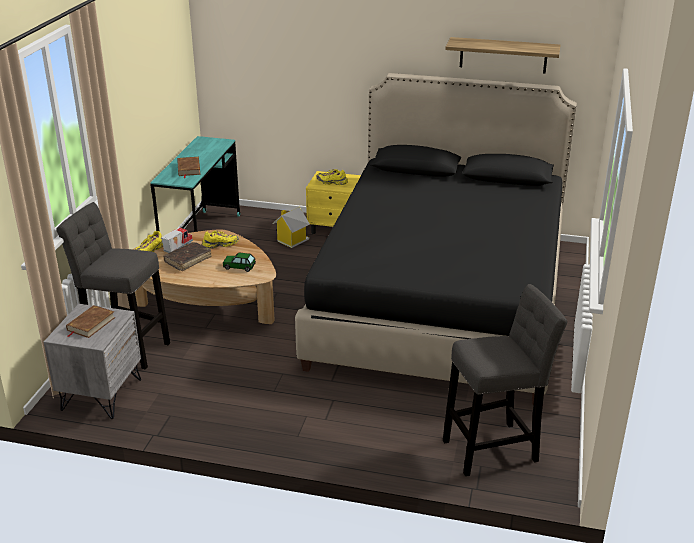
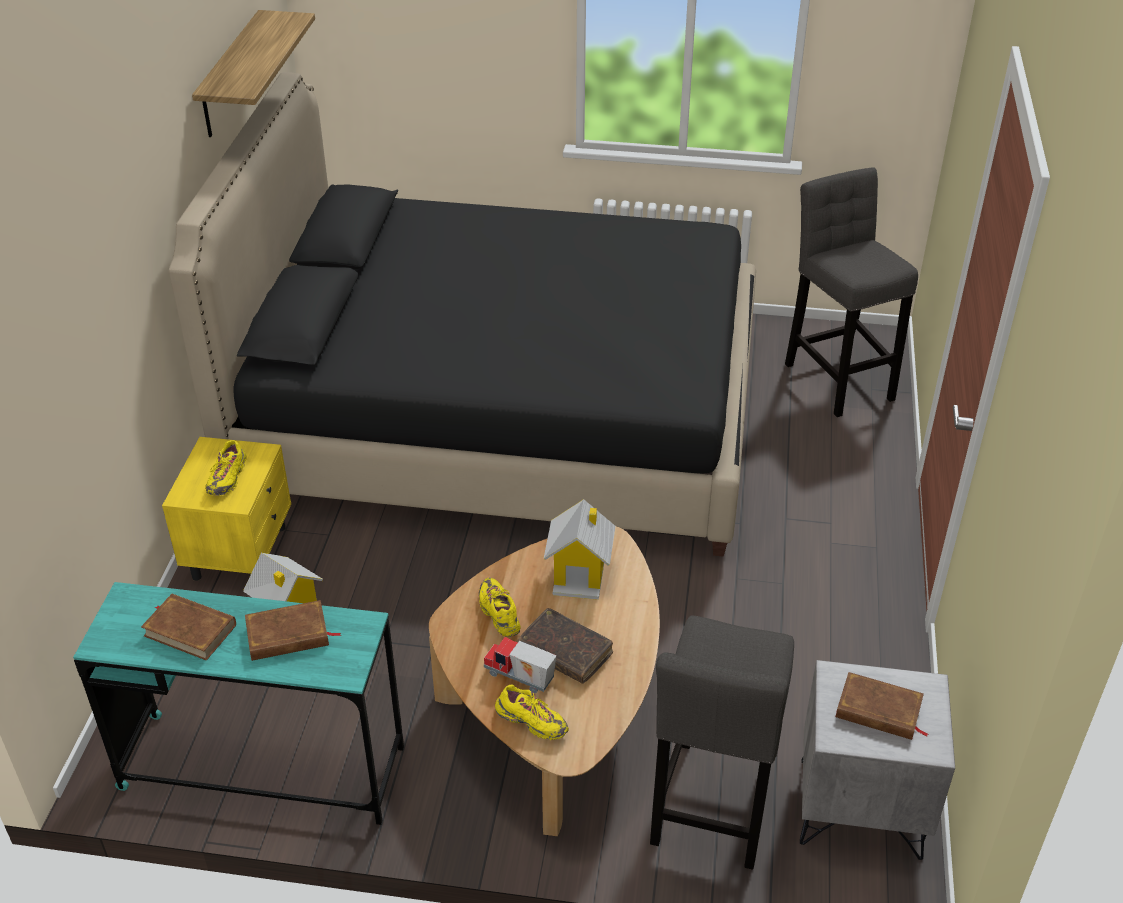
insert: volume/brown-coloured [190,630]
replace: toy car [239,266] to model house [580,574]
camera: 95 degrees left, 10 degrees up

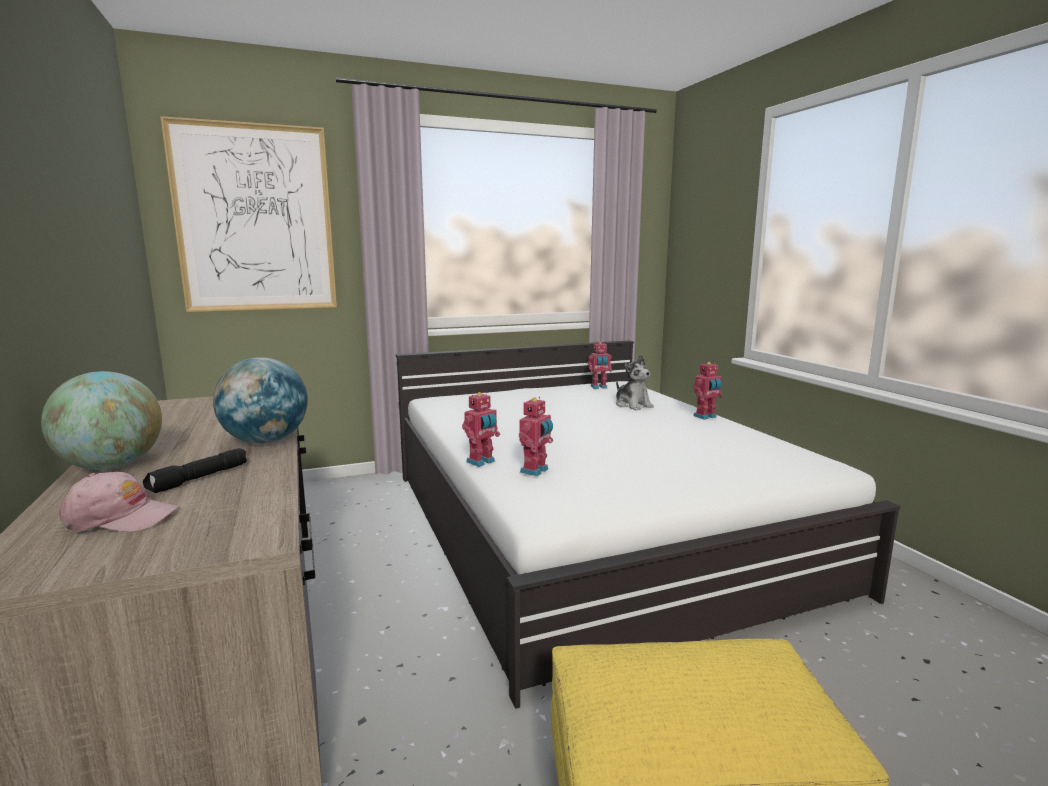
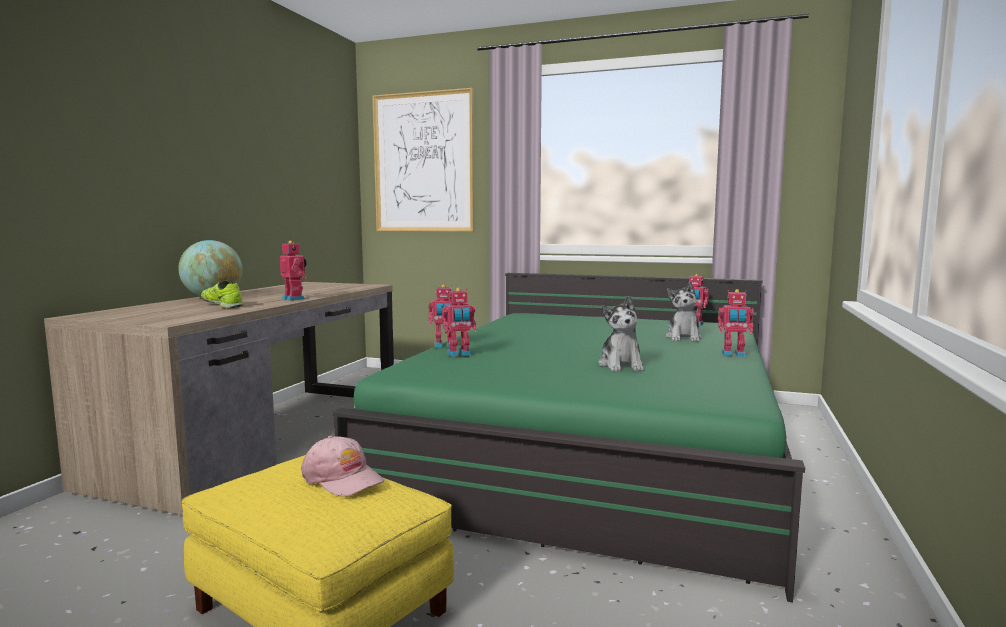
insert: plush toy [621,365]
move: peaked cap/pink-coloured [121,517] to [343,478]
replace: torch/black-coloured [199,479] to item of footwear [222,305]; globe [265,441] to toy robot [294,299]
recolor: sleeping bed/white [591,526] to sleeping bed/green-coloured [594,450]
camera: 40 degrees right, 5 degrees down

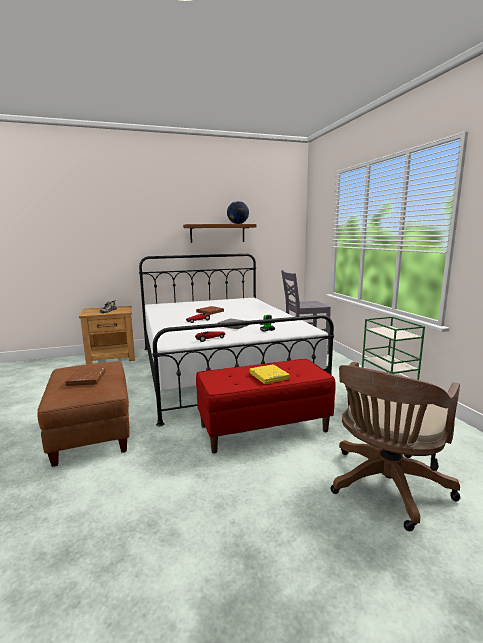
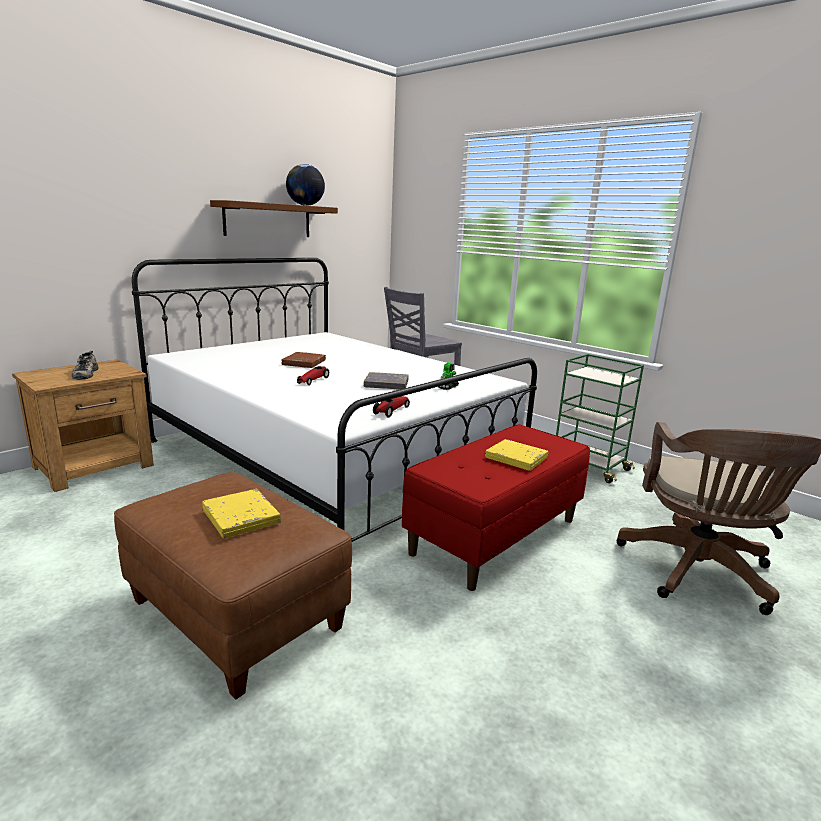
recolor: volume/brown-coloured [86,379] to volume/yellowish [241,517]
camera: 30 degrees left, 5 degrees up

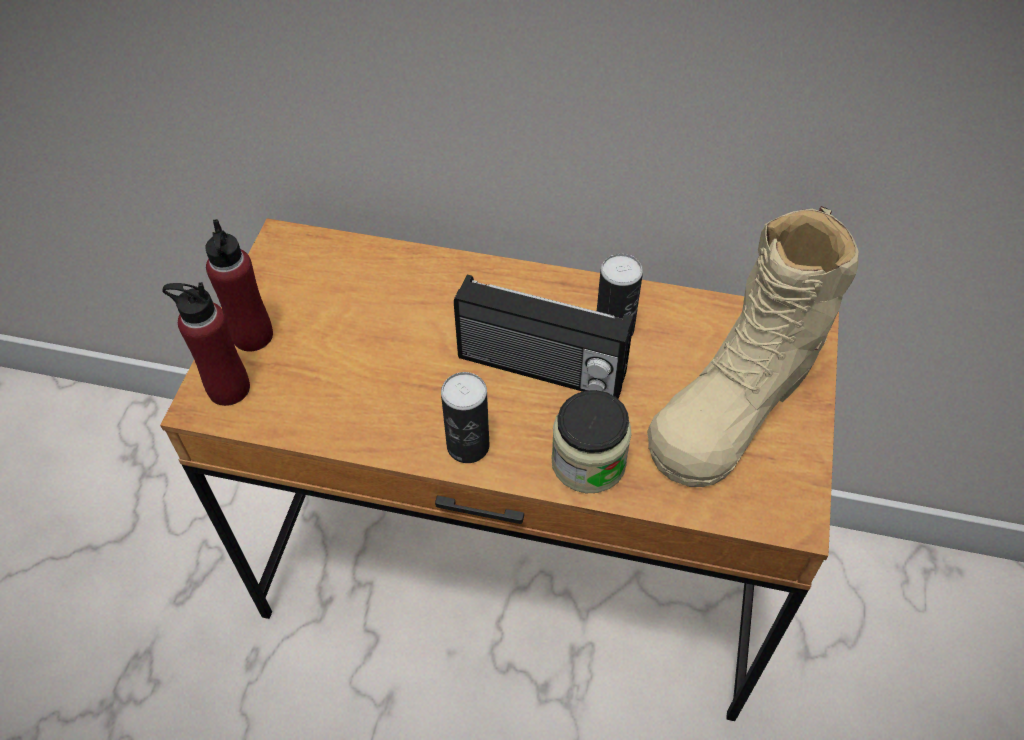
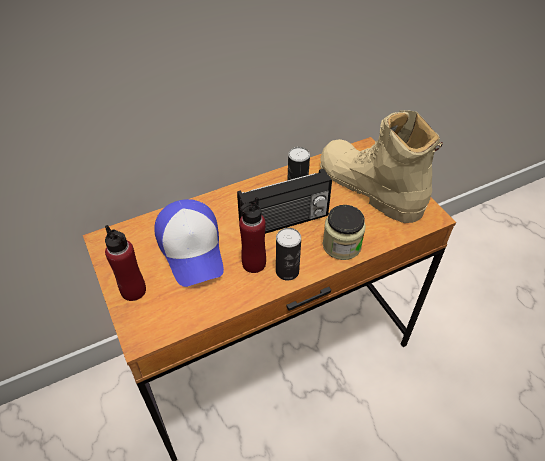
insert: peaked cap [192,248]
move: drink bottle/red-coloured [228,388] to [253,263]
rotate: high-top boot/beige-coloured [736,400] = [369,188] 135 degrees clockwise
camera: 40 degrees left, 5 degrees down

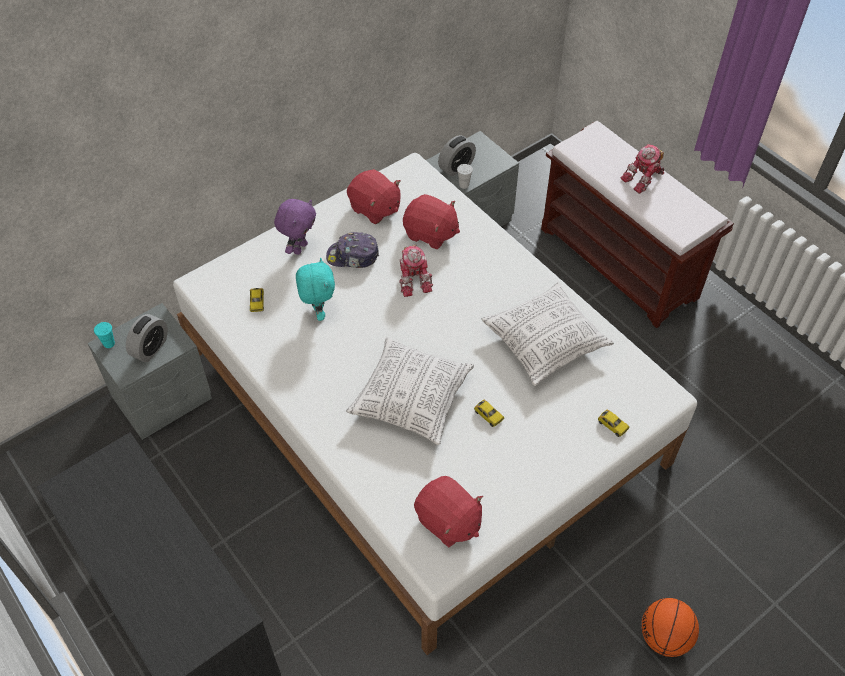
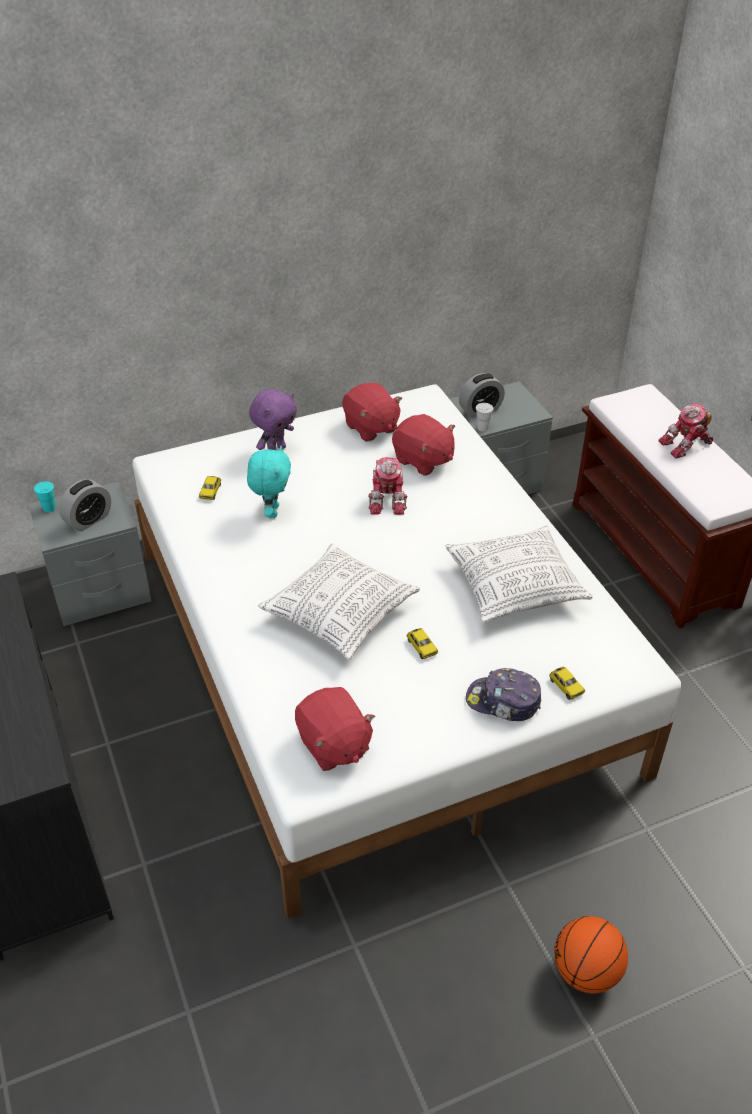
move: peaked cap [353,256] to [503,702]
camera: 15 degrees right, 10 degrees down

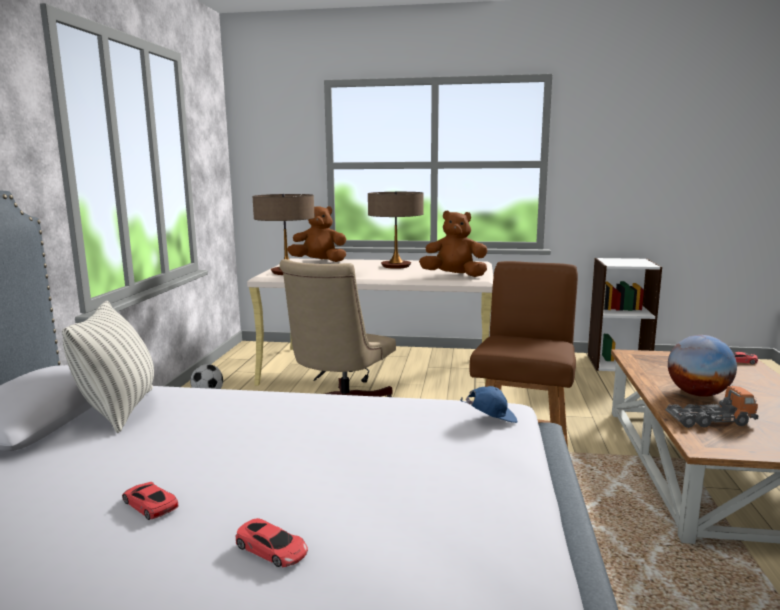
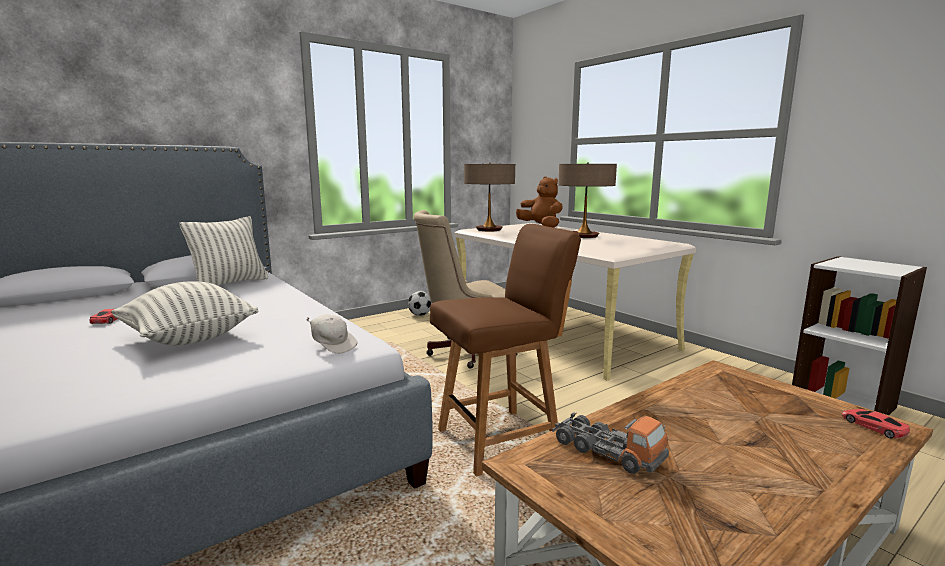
delete: toy car/red-coloured [272,549]; plush toy/brown-coloured [454,276]; globe [697,394]
insert: throw pillow [189,338]
recolor: peaked cap/blue [490,419] to peaked cap/white [333,346]
camera: 45 degrees right, 0 degrees up

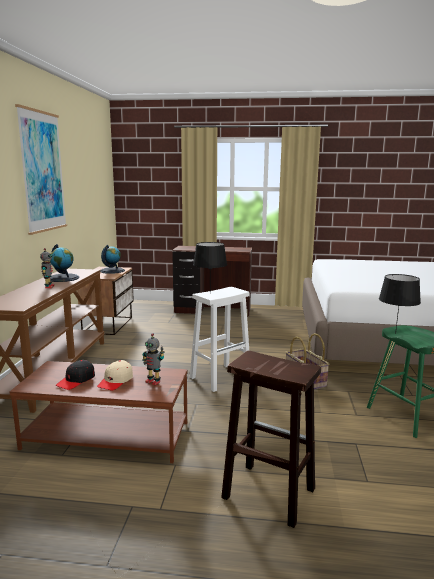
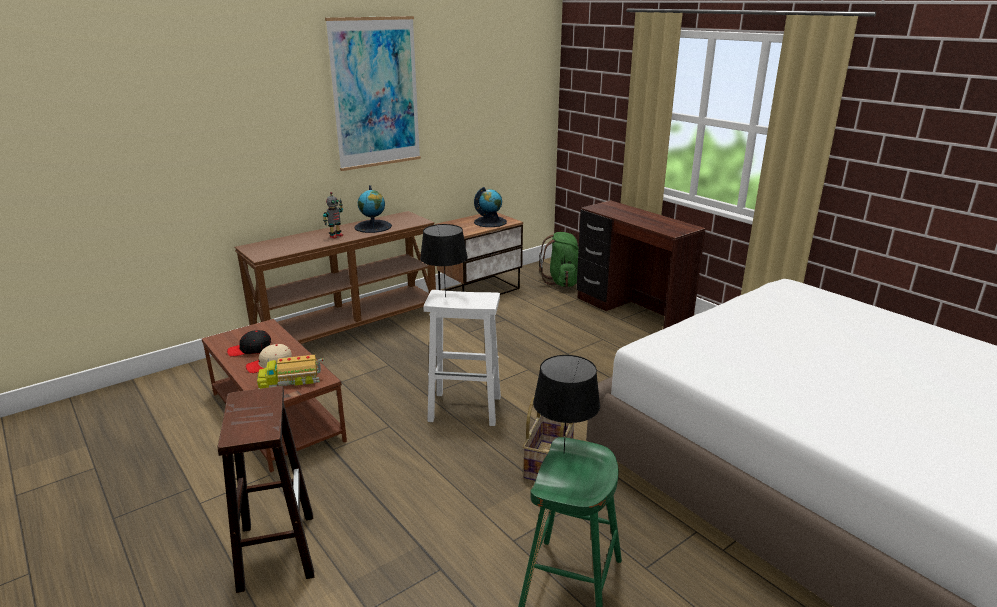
insert: rucksack/green-coloured [563,282]
replace: toy robot [153,381] to toy lorry [290,380]
camera: 45 degrees right, 10 degrees up

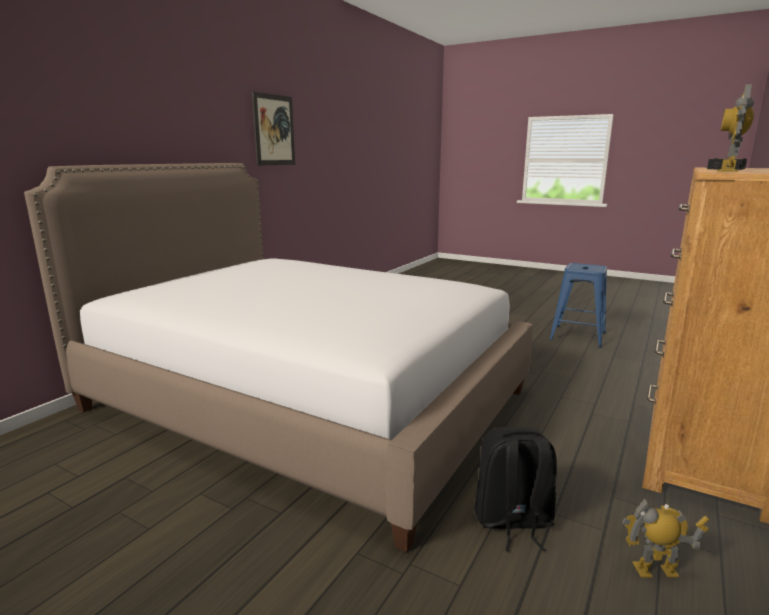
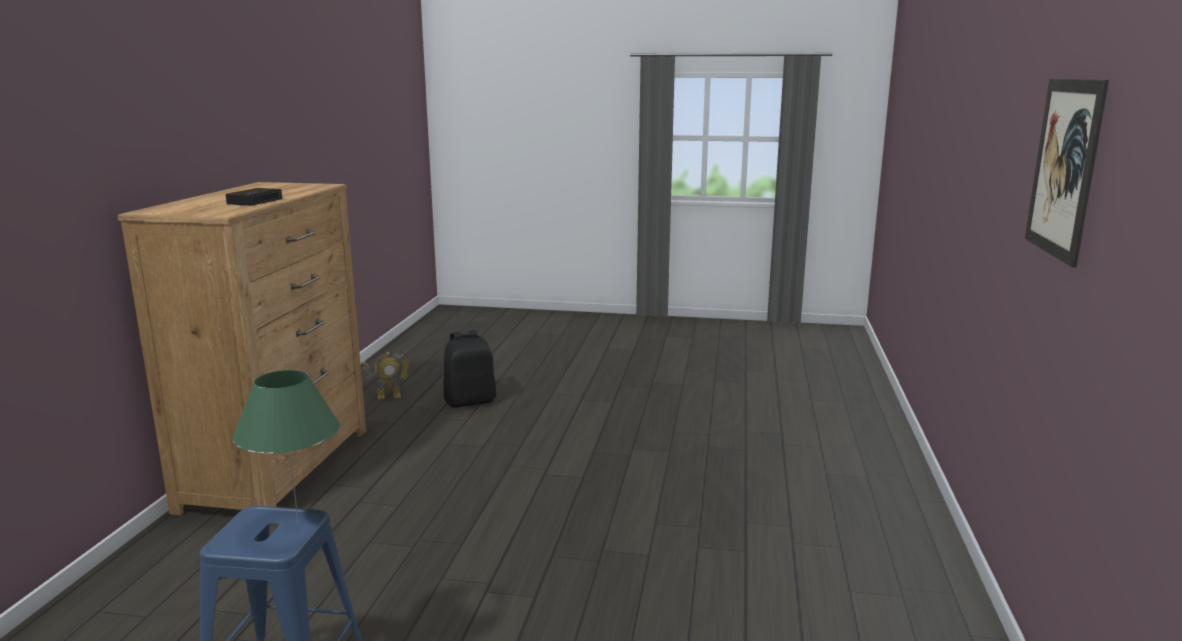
delete: sleeping bed [306,400]; toy robot [727,171]
insert: lamp for a table/green-coloured [297,522]
camera: 160 degrees right, 0 degrees up

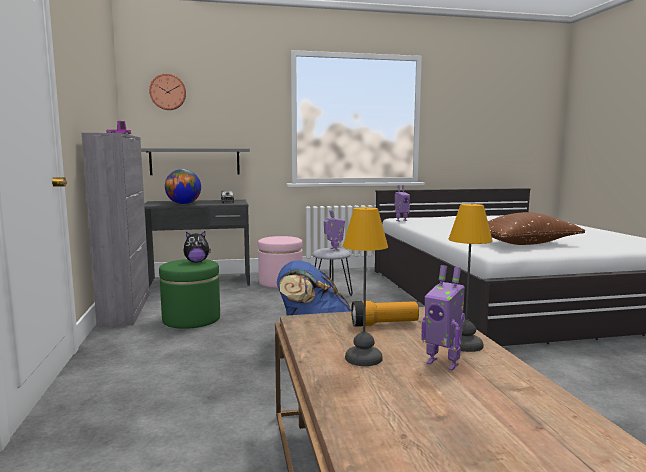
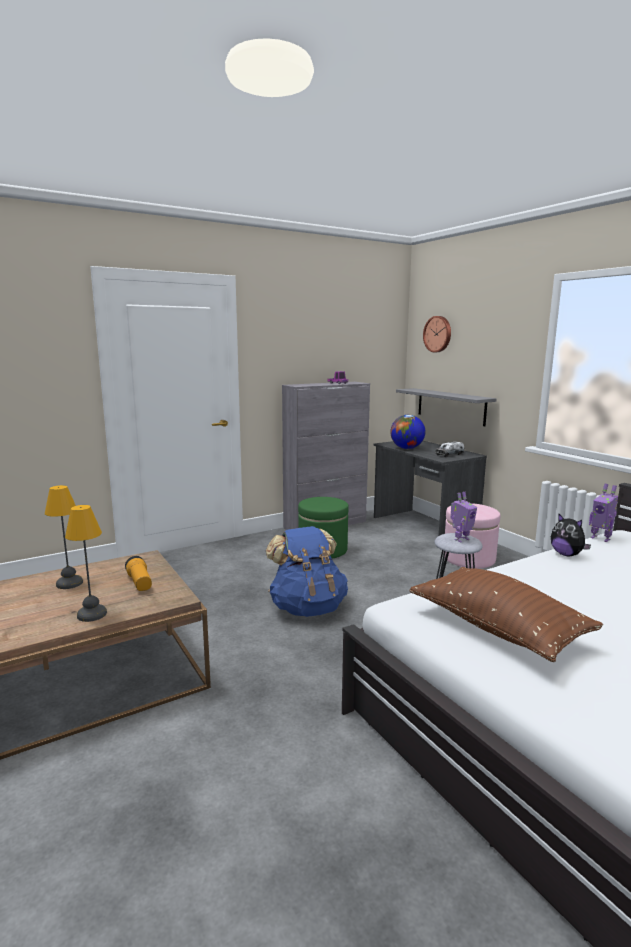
delete: toy robot [443,363]
move: plush toy [197,262] to [566,554]
camera: 70 degrees right, 5 degrees up

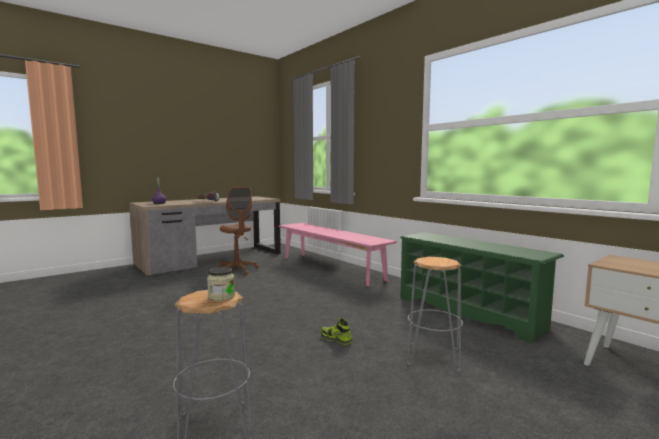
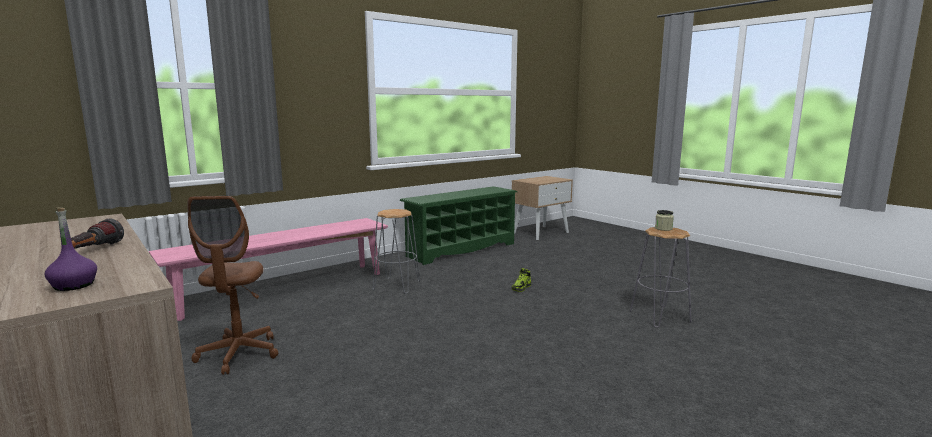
move: stool/gray [433,357] to [397,286]
rotate: desk chair/brown-coloured [237,270] = [239,354] 120 degrees clockwise
camera: 90 degrees left, 5 degrees up

